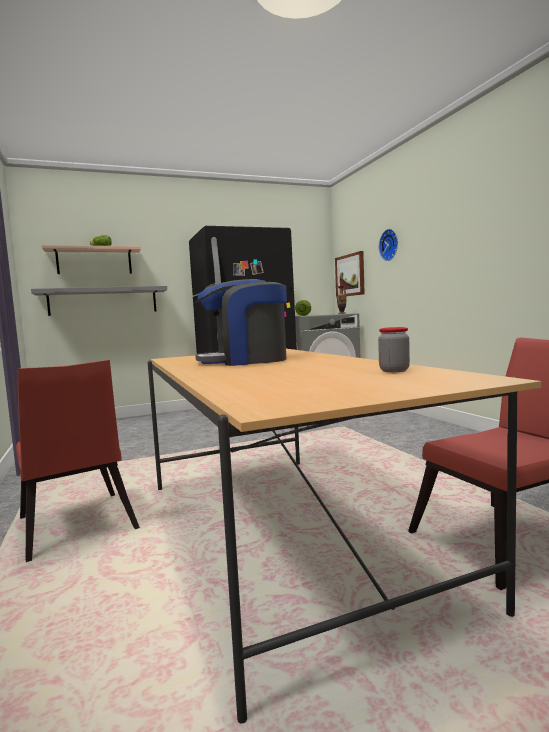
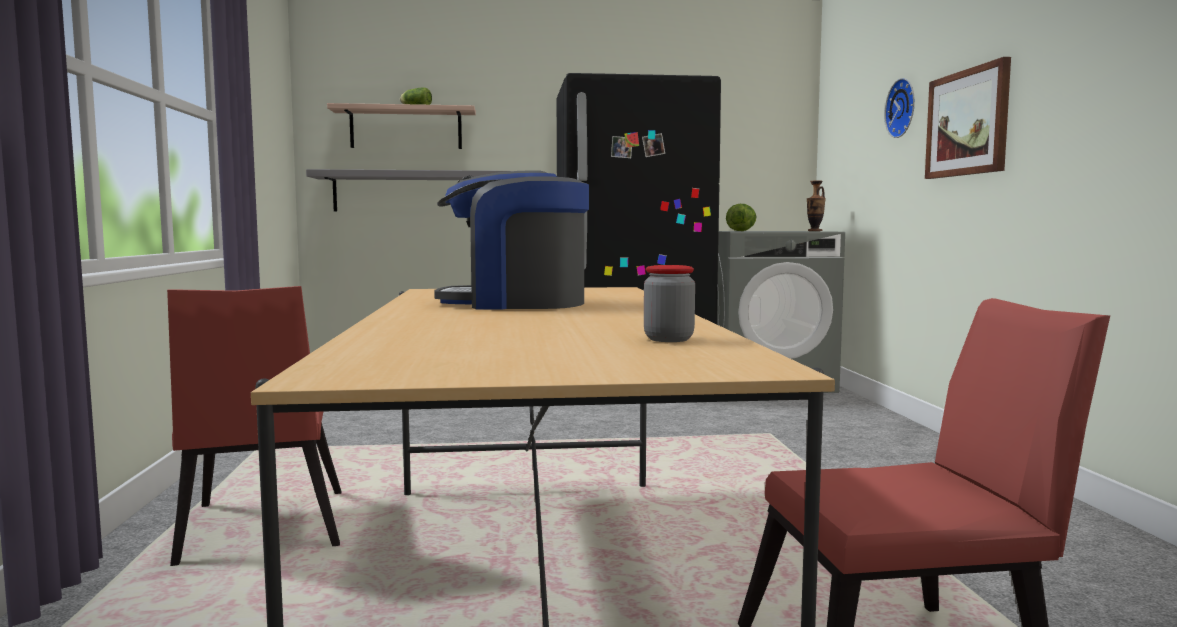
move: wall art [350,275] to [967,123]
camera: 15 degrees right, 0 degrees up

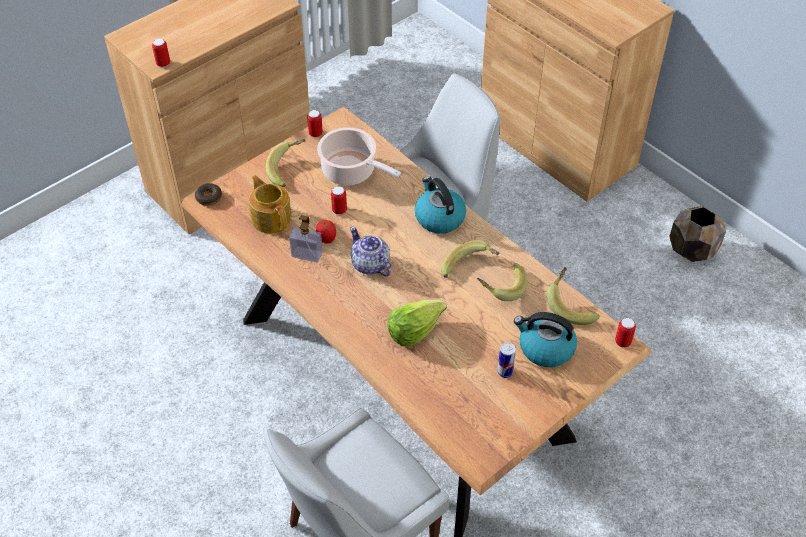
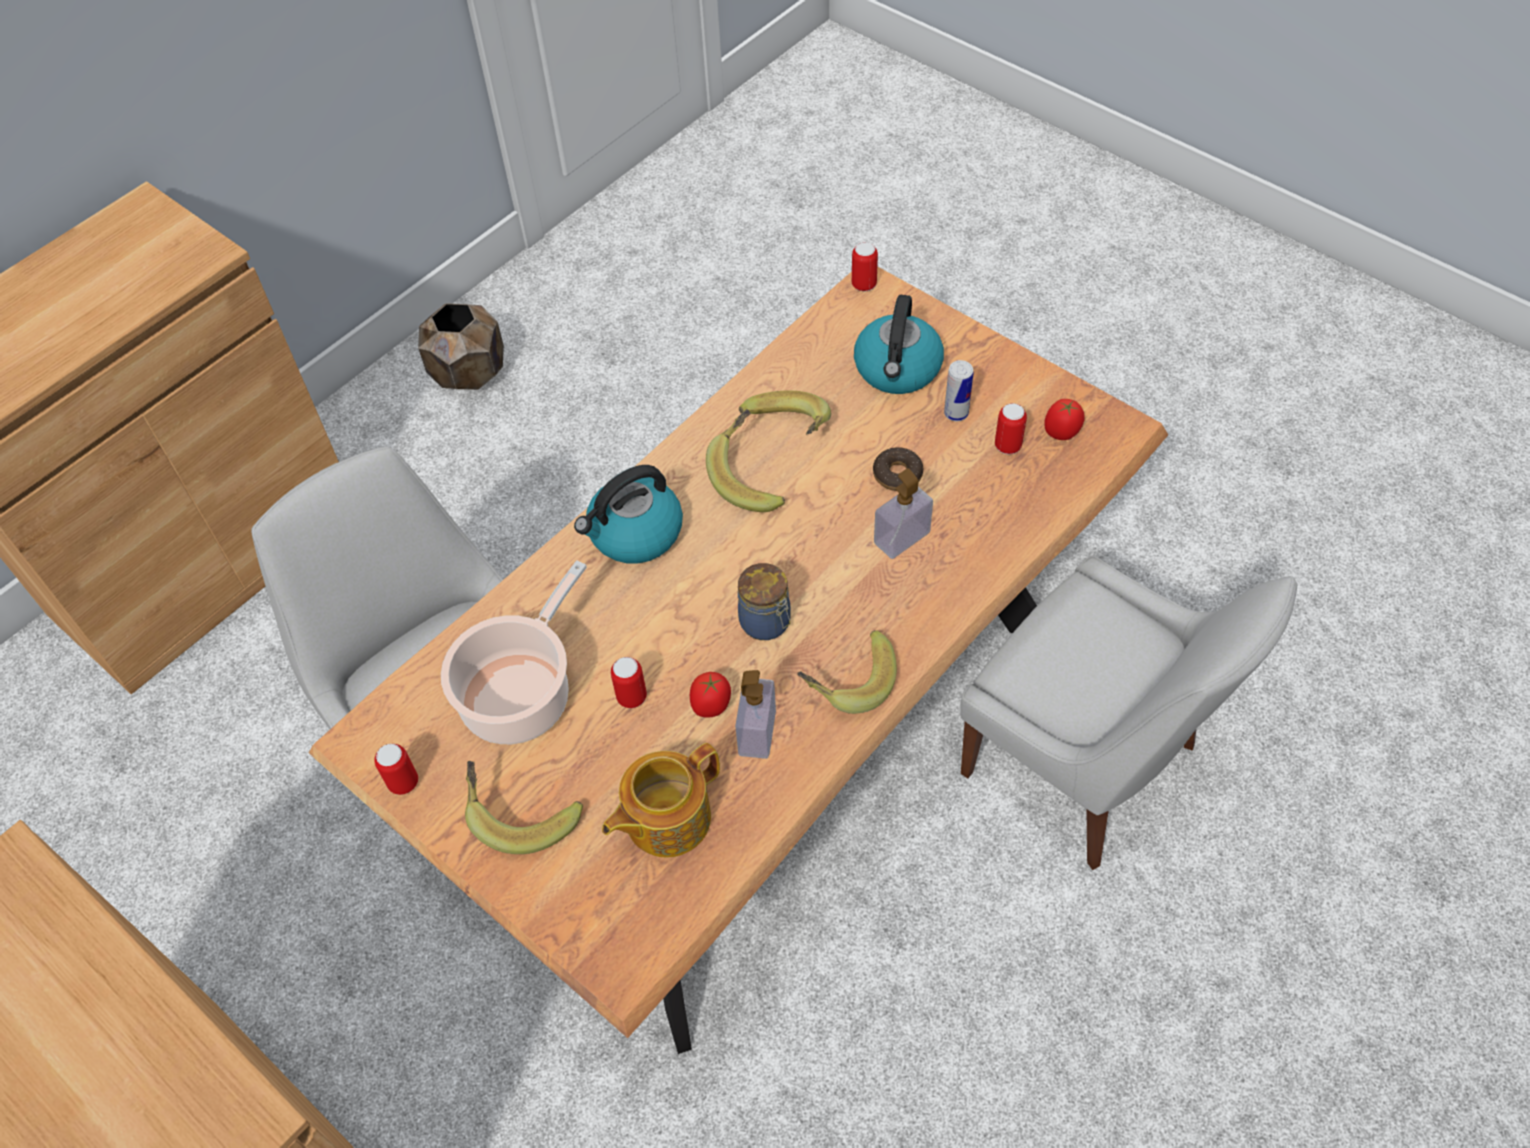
insert: tomato [1062,433]
move: metal can [163,63] to [1007,446]; donut [209,197] to [897,474]; whole banana [572,305] to [847,681]
replace: pot for tea [370,265] to jar [766,623]; lettuce [414,330] to soap bottle [901,538]
camera: 95 degrees left, 5 degrees up

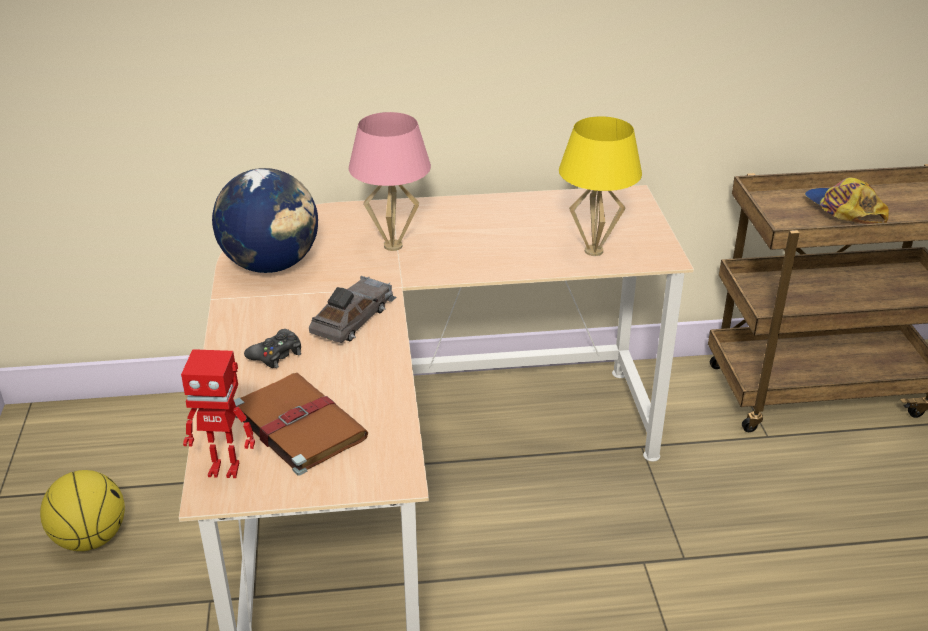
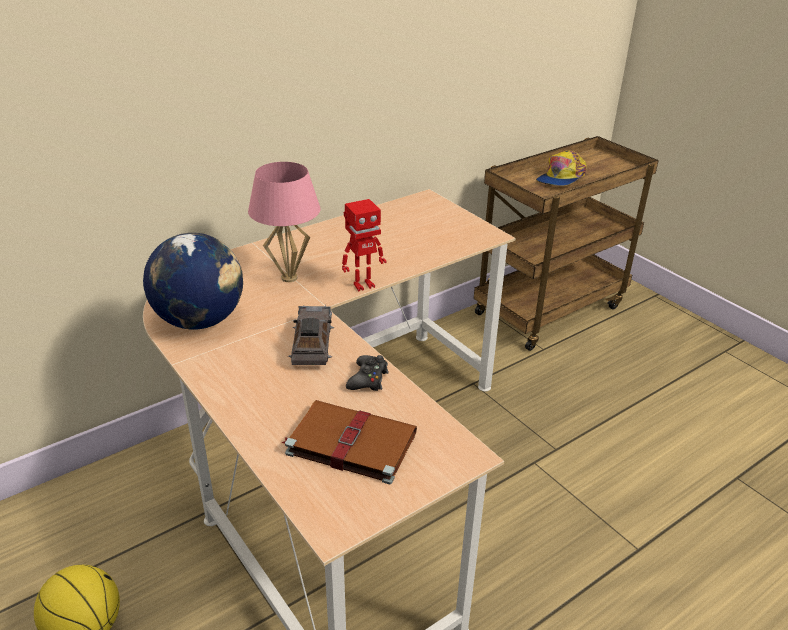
delete: lamp for a table/yellowish [593,251]
move: toy robot [225,468] to [363,285]; gamepad/black-coloured [276,355] to [368,379]
rotate: peaked cap [843,210] = [561,178] 90 degrees counterclockwise
camera: 30 degrees left, 0 degrees up

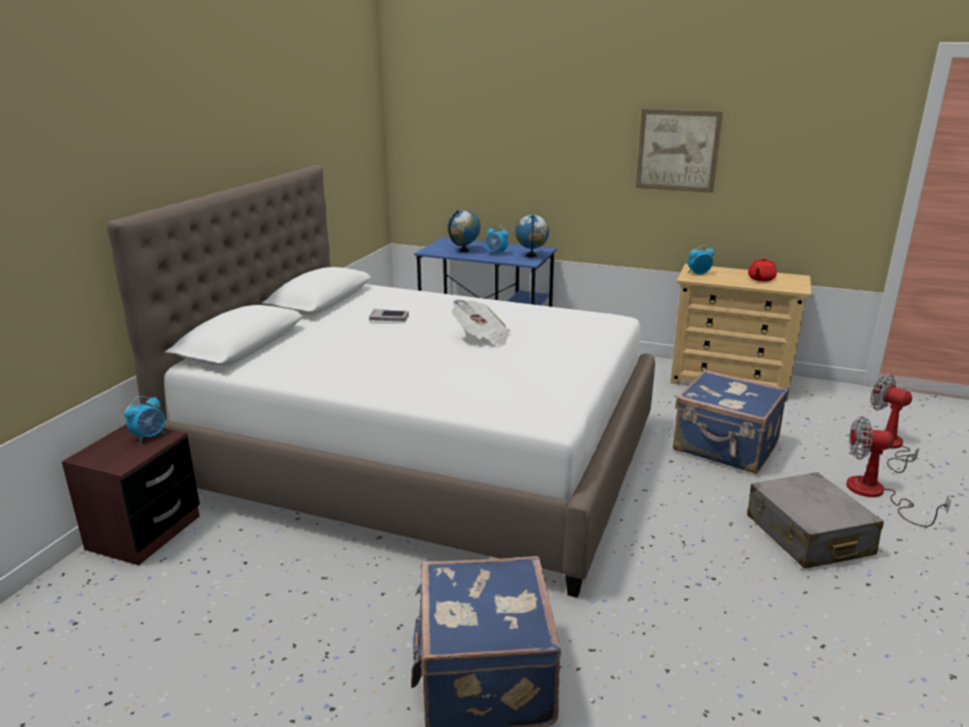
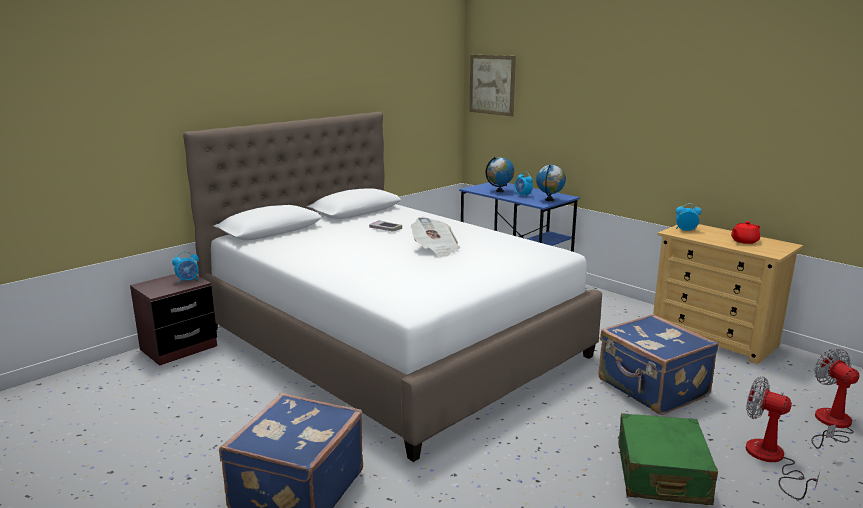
move: wall art [677,150] to [492,84]
recolor: suitcase/gray [808,535] to suitcase/green-coloured [661,473]
camera: 25 degrees right, 5 degrees down

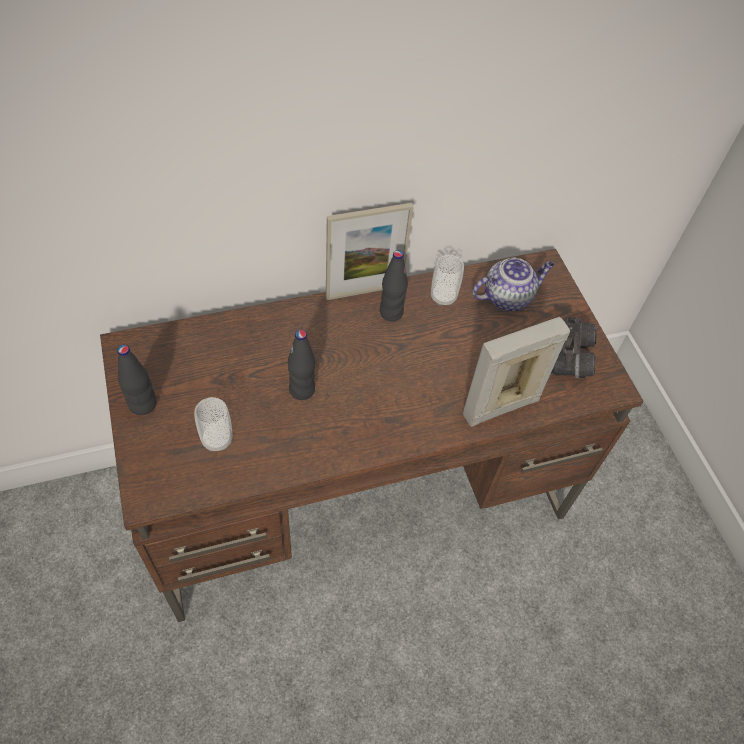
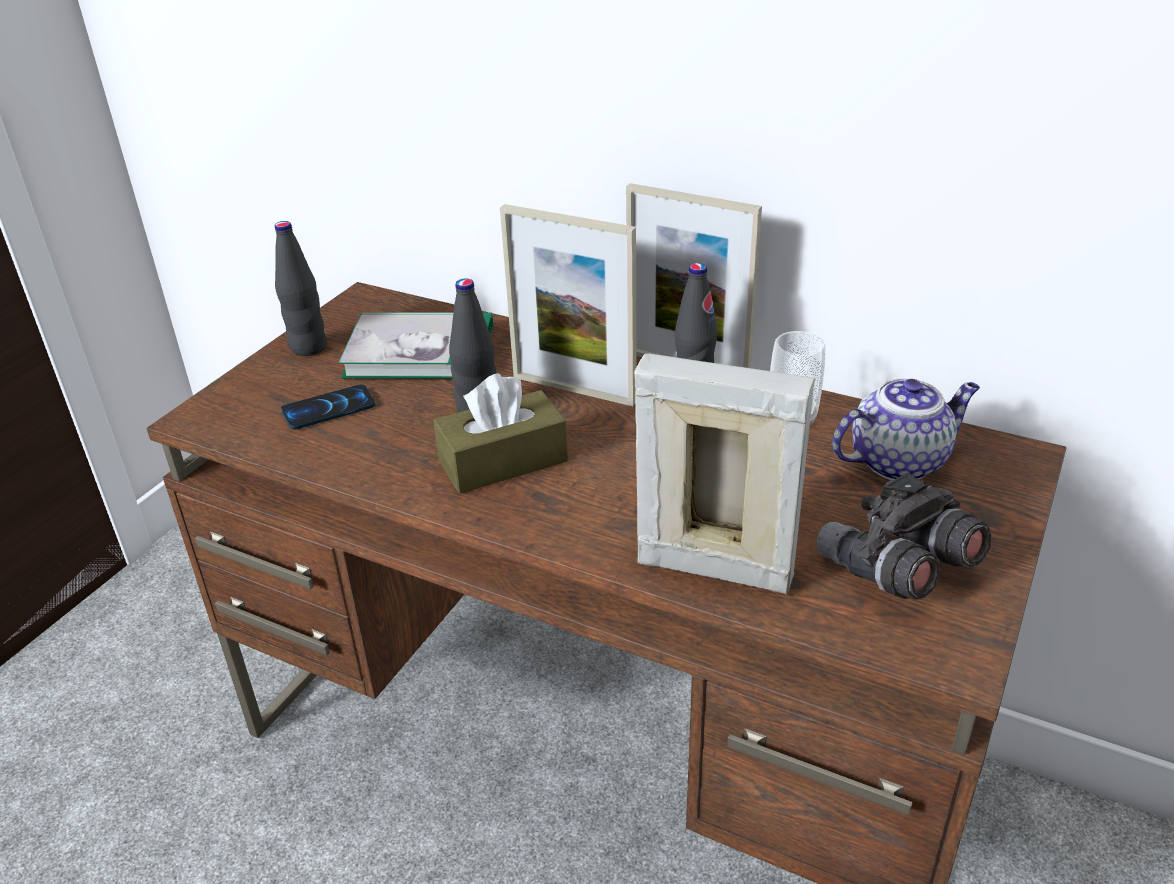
insert: volume [419,351]; box of tissues/brown-coloured [503,461]; standing frame [573,389]
replace: small cup [217,439] to handset [329,409]
rotate: pot for tea [508,297] = [899,461] 45 degrees counterclockwise
camera: 50 degrees right, 20 degrees down

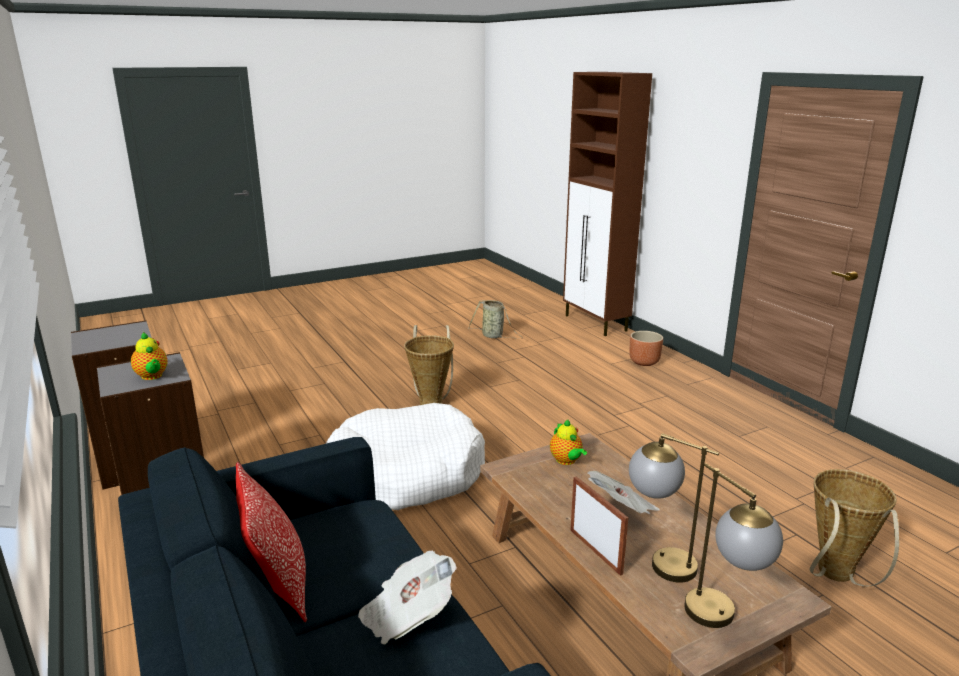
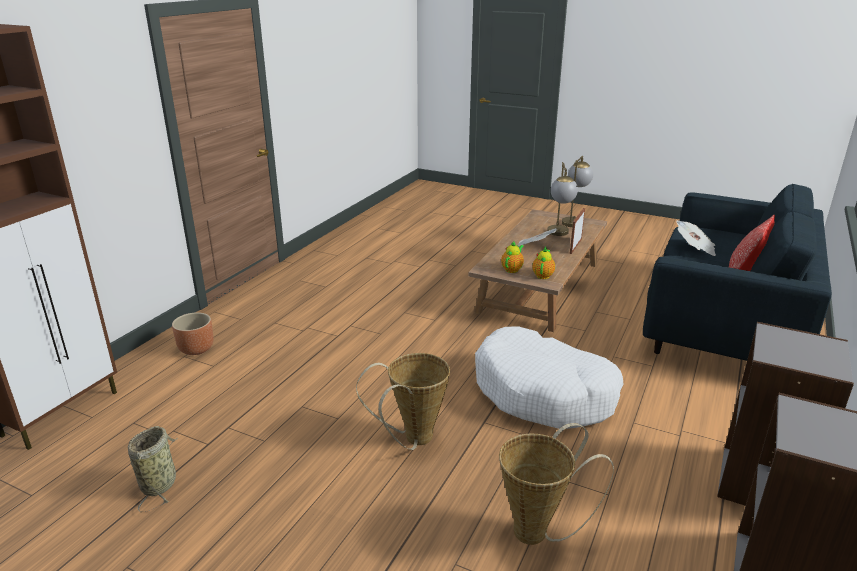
move: pot for tea [152,376] to [543,275]; basket [836,577] to [538,531]
camera: 125 degrees left, 5 degrees up

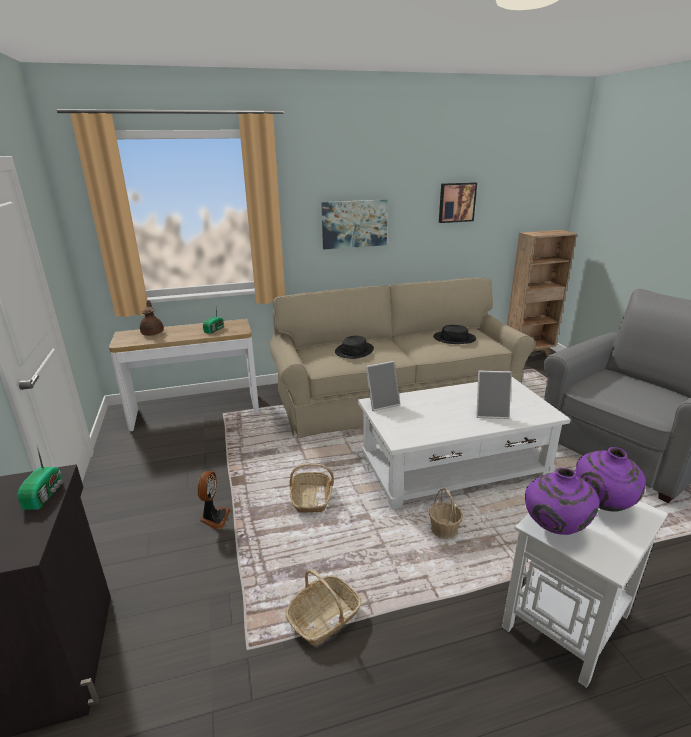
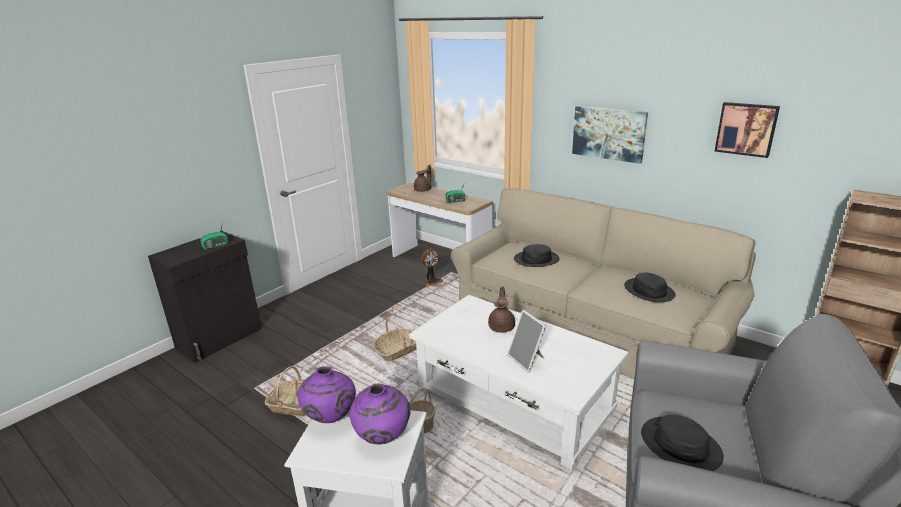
delete: standing frame [382,403]
insert: pot for tea/brown-coloured [502,326]; hat/black-coloured [680,445]
move: fan [214,518] to [432,281]
camera: 55 degrees right, 0 degrees up

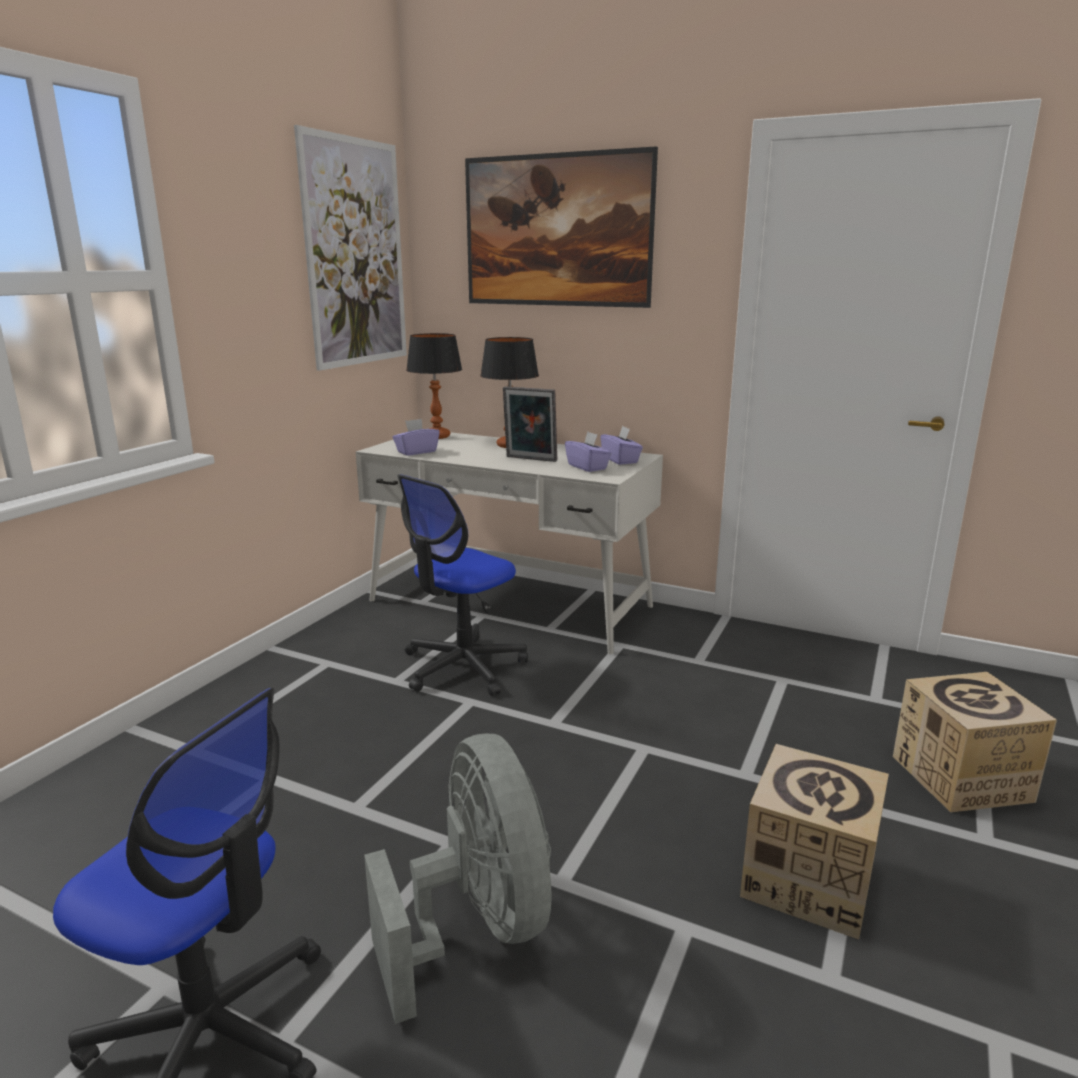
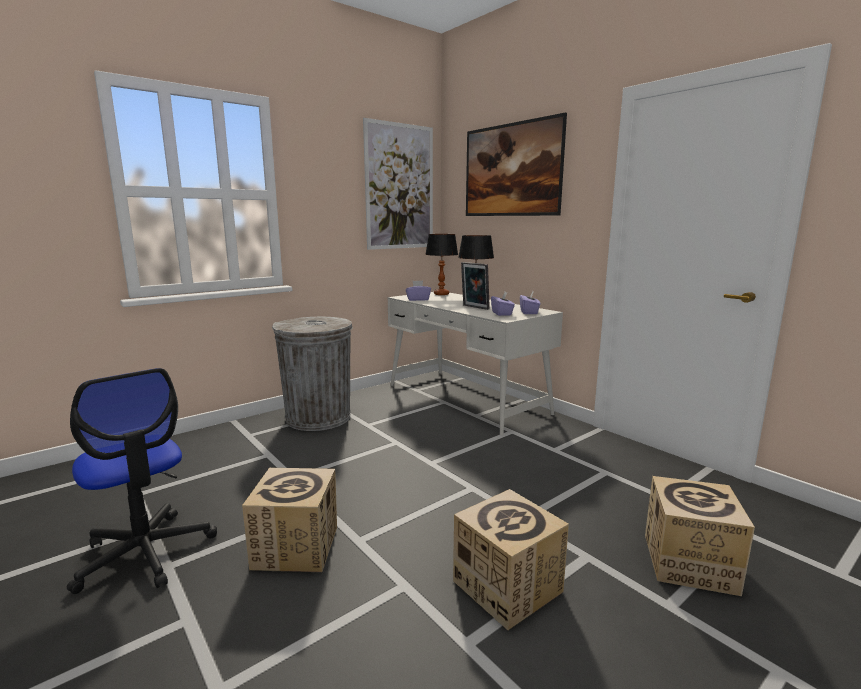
delete: desk chair [463,667]
insert: rubbish bin/gray [318,417]
replace: fan/gray [476,926] to packing box [296,547]
camera: 25 degrees right, 5 degrees down

